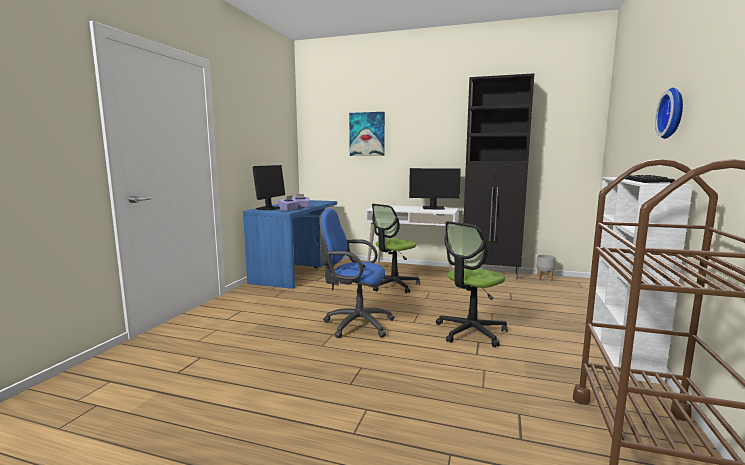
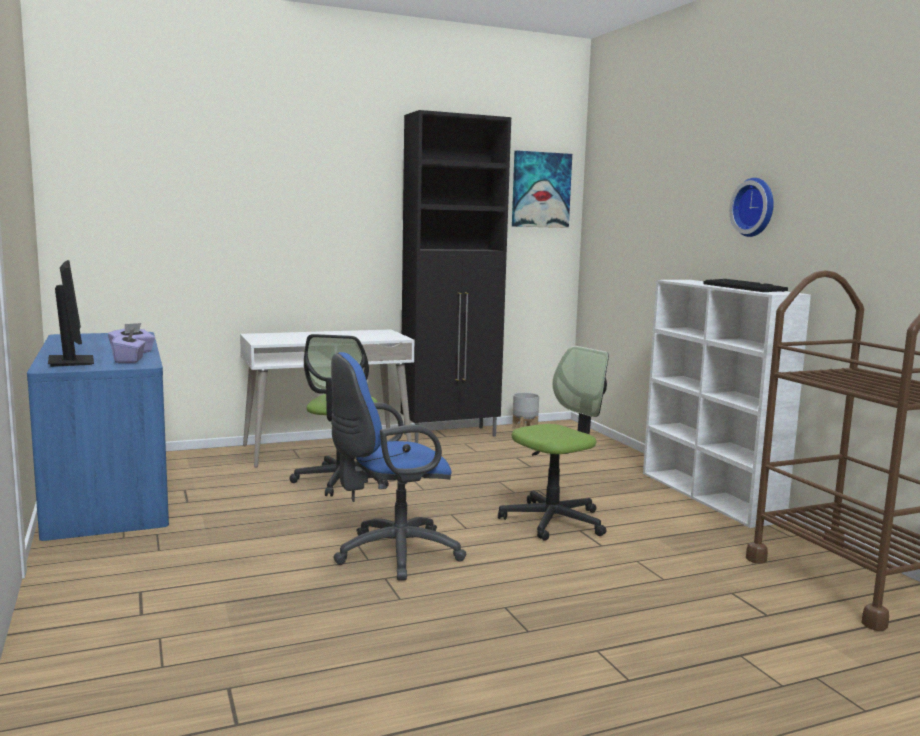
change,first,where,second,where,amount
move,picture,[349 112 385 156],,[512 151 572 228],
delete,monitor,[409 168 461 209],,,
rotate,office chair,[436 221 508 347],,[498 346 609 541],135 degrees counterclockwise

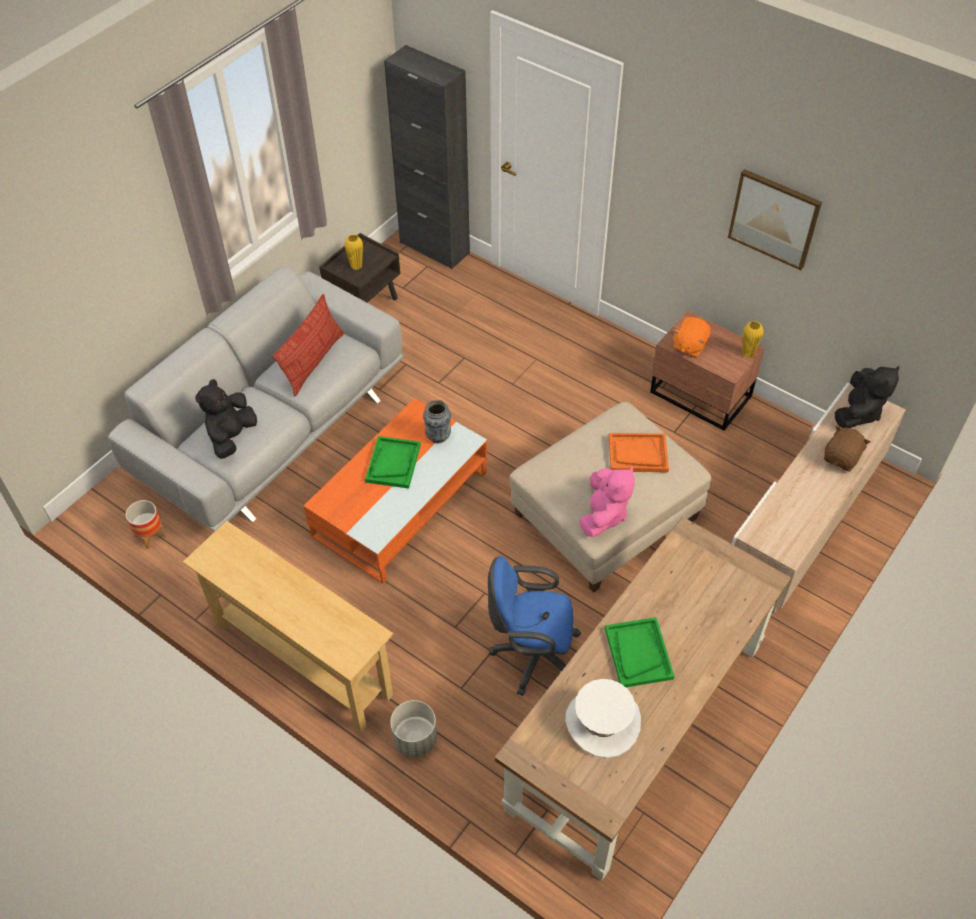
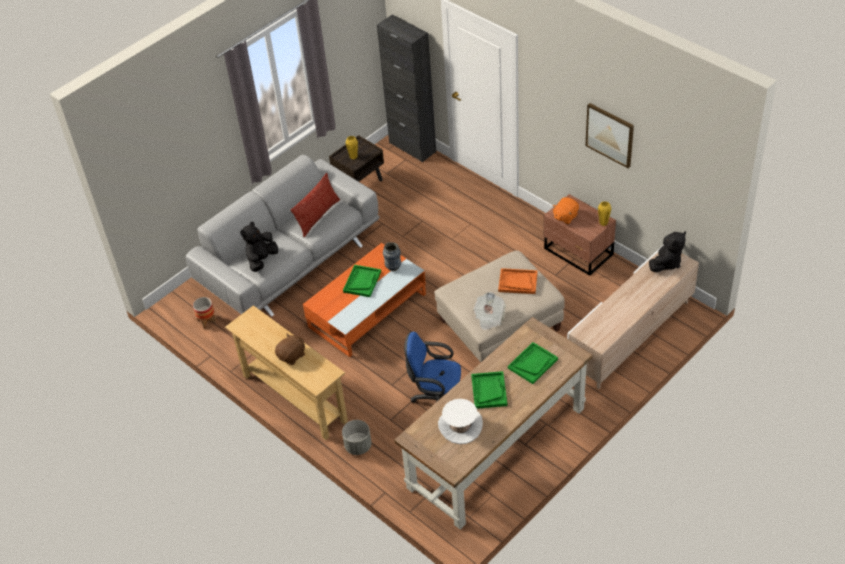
change,first,where,second,where,amount
move,plush toy in brown,[824 425 871 472],,[275 334 305 365],
replace,plush toy in pink,[579 466 635 537],newspaper,[473 292 506 330],
insert,,,tray in green,[508 342 558 384],

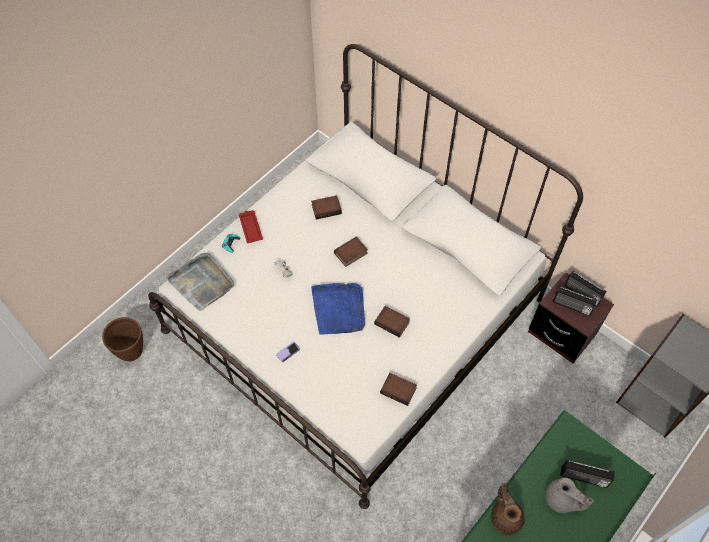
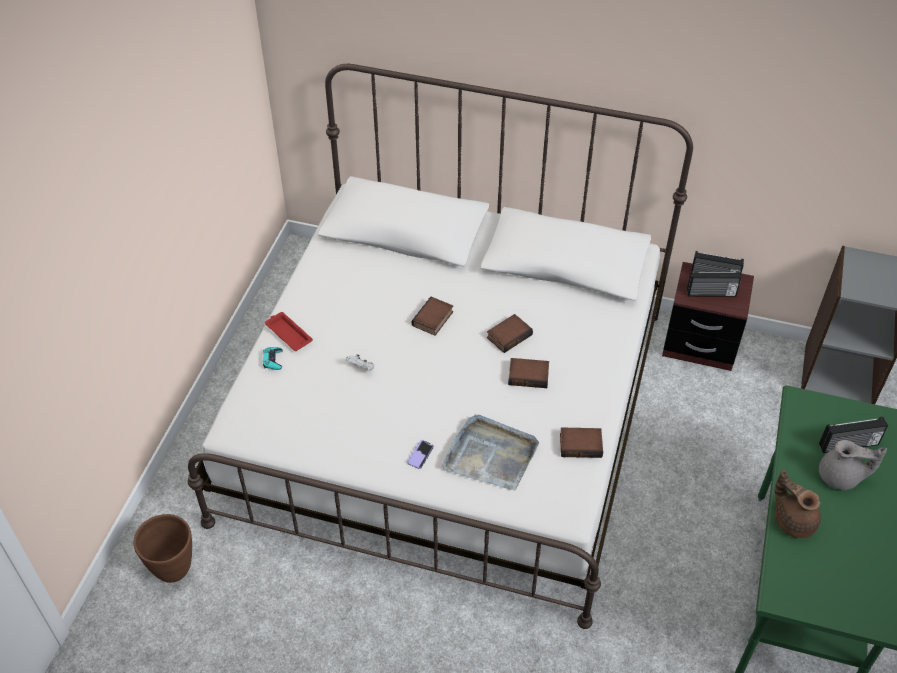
change,first,where,second,where,amount
move,book,[311 195 342 220],,[487 314 533 353],
move,tray in grey,[165 252 234 311],,[442 414 539 491],
delete,tray in blue,[311 283 365 335],,,

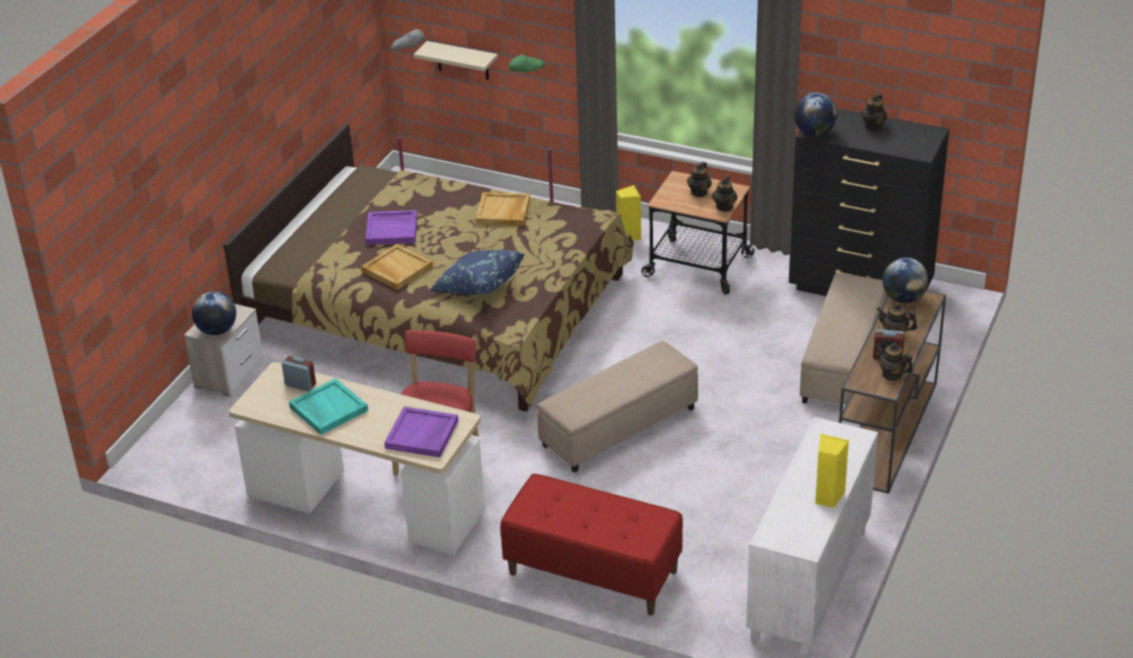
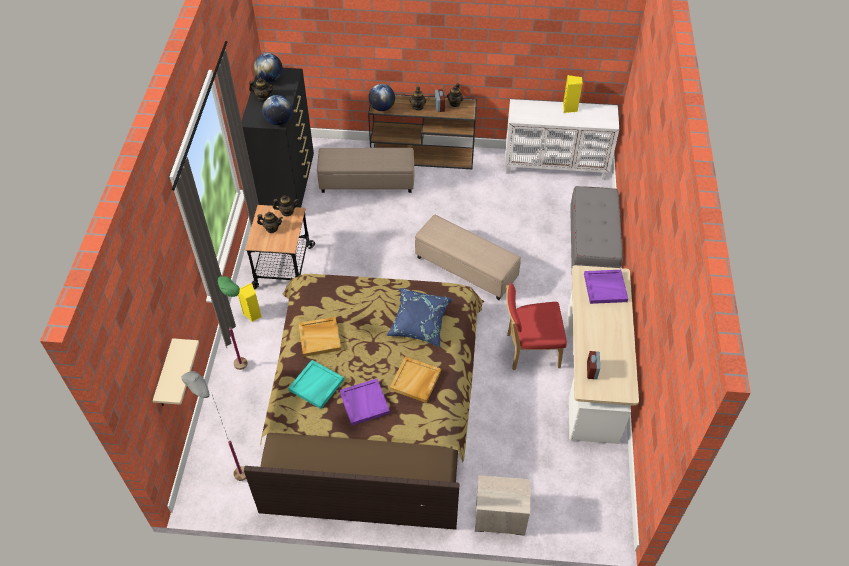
change,first,where,second,where,amount
move,globe,[192 291 236 335],,[254 53 283 82],
move,tray in turquoise,[289 378 368 435],,[288 360 344 409],
recolor,bench in red,[500 474 683 615],bench in grey,[570 186 623 268],

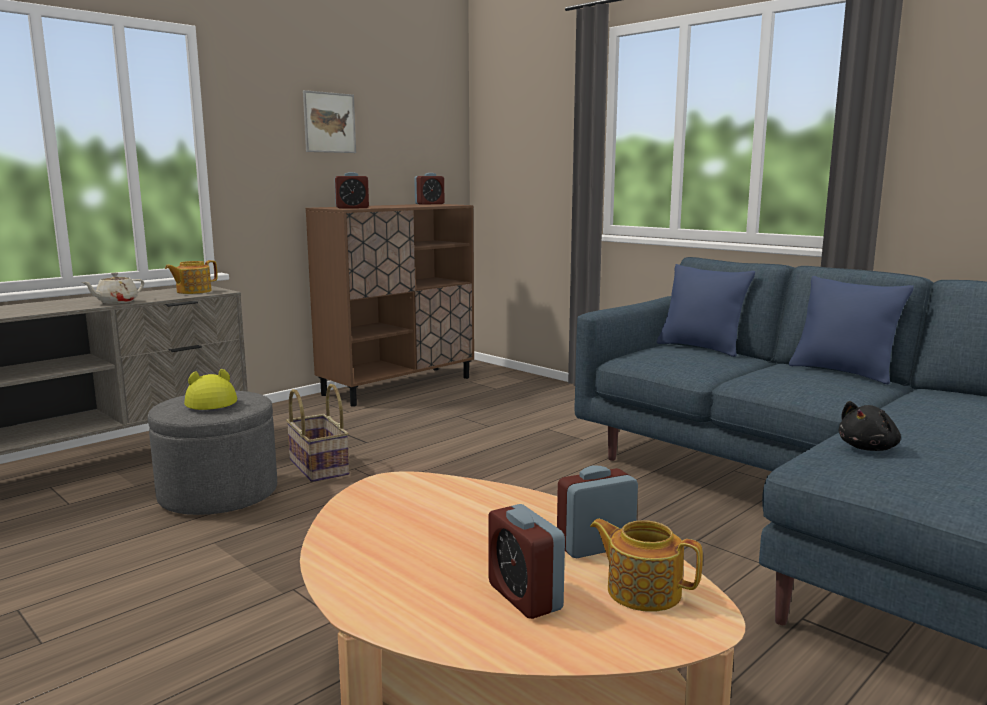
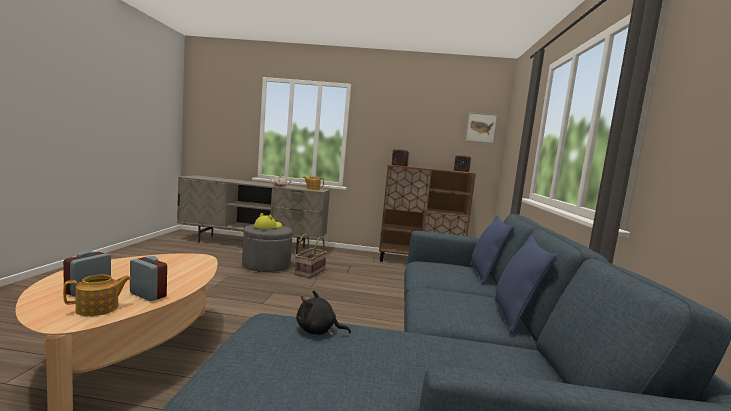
change,first,where,second,where,amount
move,picture,[303 90 356 153],,[465 112 498 144],
rotate,teapot,[590 519 703 612],,[63 275 132 316],60 degrees clockwise

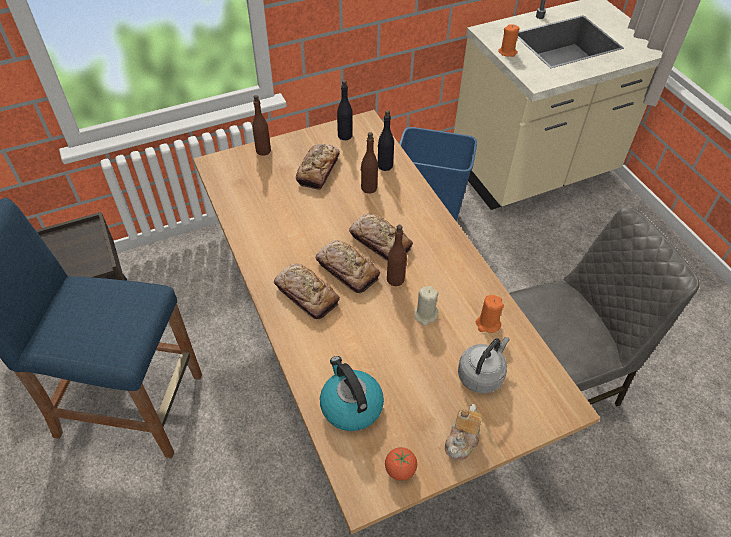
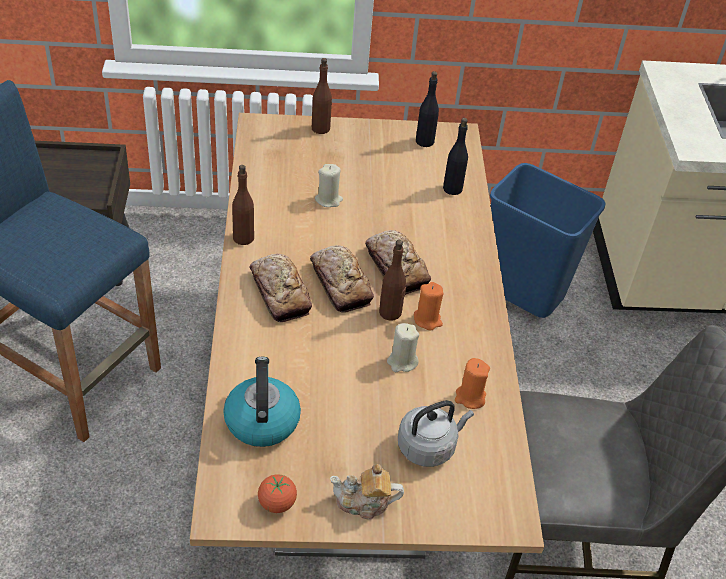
change,first,where,second,where,amount
move,candle in orange,[498 24 520 57],,[414 282 444 331],
move,bottle in brown,[361 132 378 194],,[232 165 254 245],
delete,bread,[296 144 340 190],,,
rotate,teapot,[445 404 482 460],,[330 464 404 520],45 degrees clockwise
insert,,,candle in beige,[315 164 343 207],

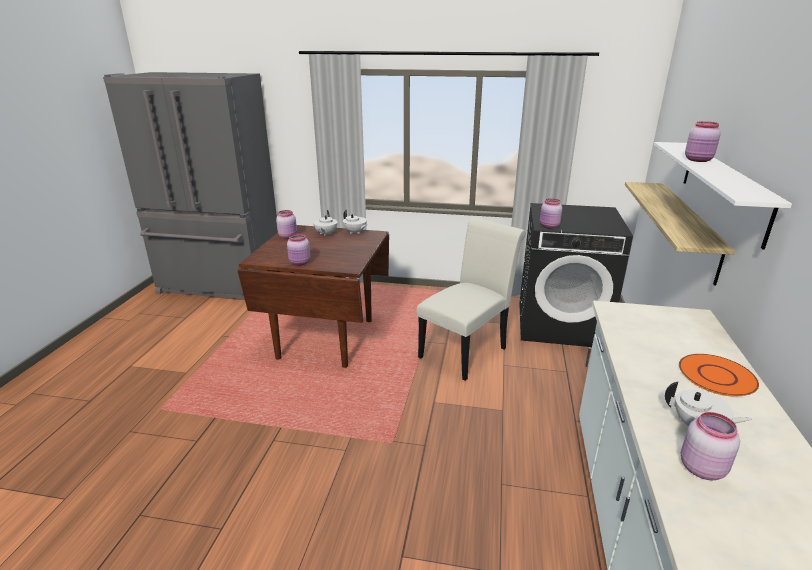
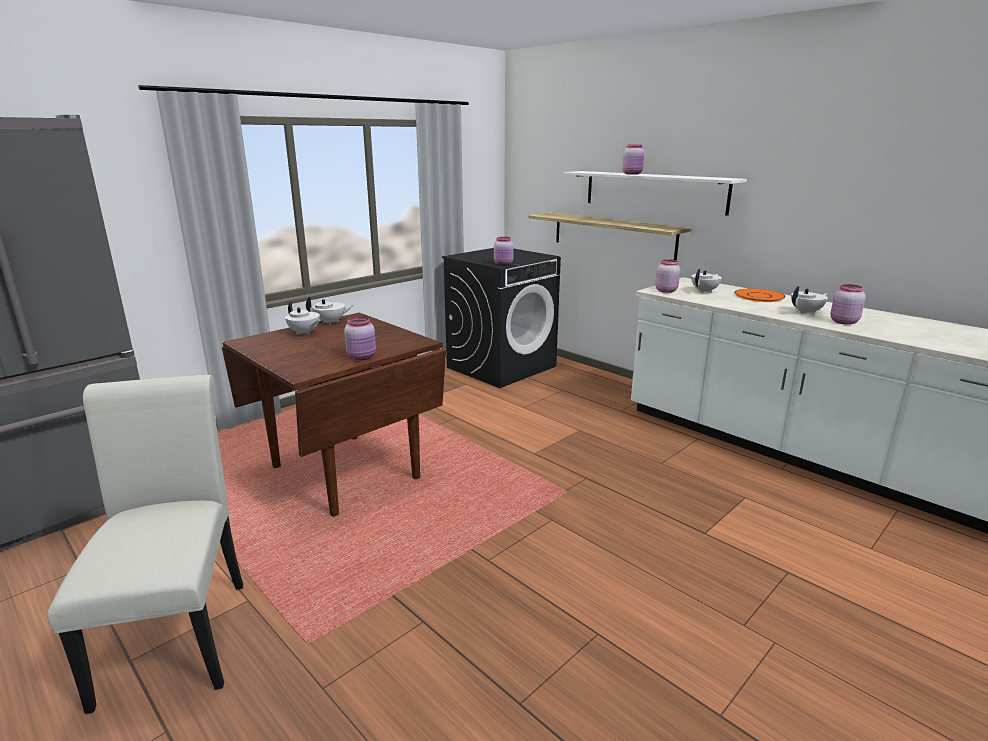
change,first,where,second,where,amount
move,jar in pink,[276 210 297 239],,[655 259 680 293],
move,chair in white,[416 217 526 381],,[47 375 243 714],
insert,,,teapot in white,[691 268 722 293],

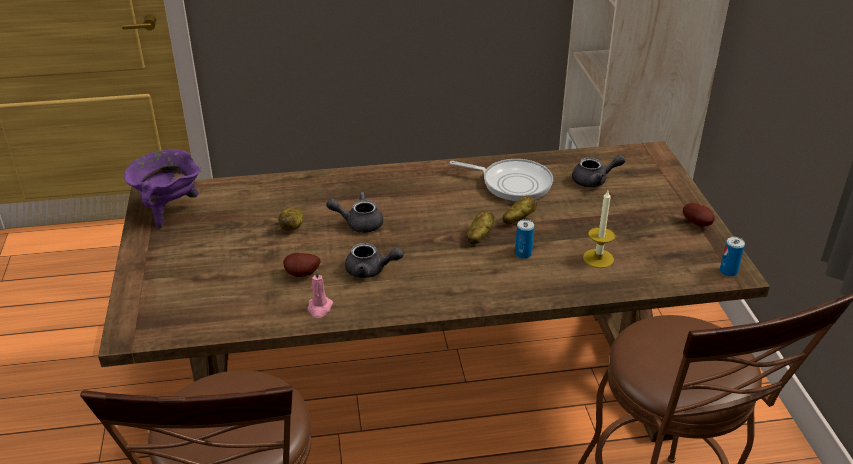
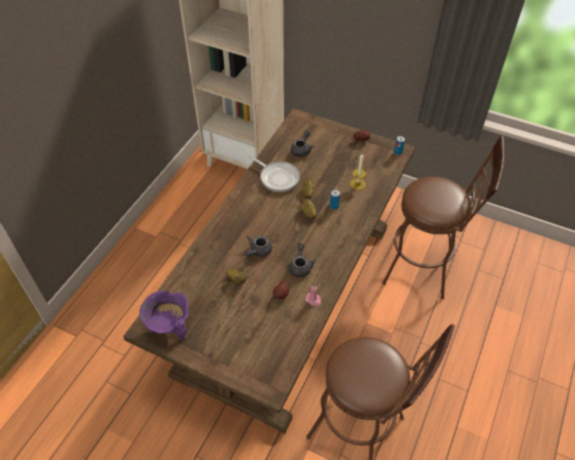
change,first,where,second,where,amount
rotate,frying pan,[450 159 553 201],,[249 155 300 192],75 degrees clockwise
rotate,teapot in grey,[345 243 404 278],,[289 243 317 277],45 degrees counterclockwise

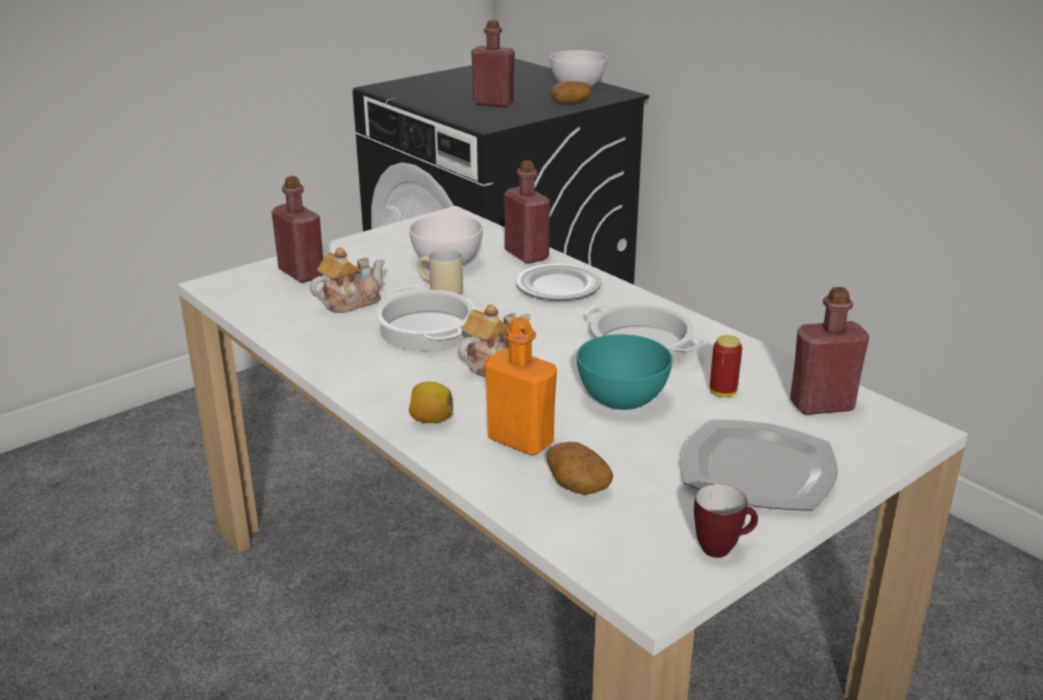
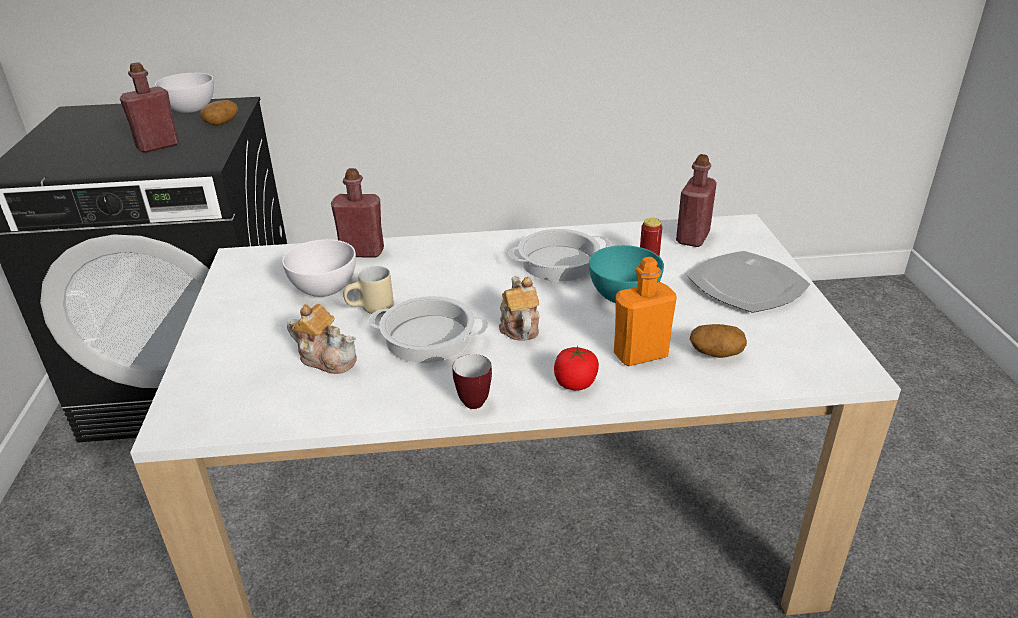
change,first,where,second,where,amount
delete,bottle in red,[272 176 323 283],,,
rotate,teapot,[310 247 385 313],,[287 304 357 374],120 degrees clockwise
delete,plate,[516 264 602 300],,,
replace,lemon,[409 382 453 423],tomato,[554 346 599 391],
move,mug,[694 484 758 558],,[452 354 492 409],

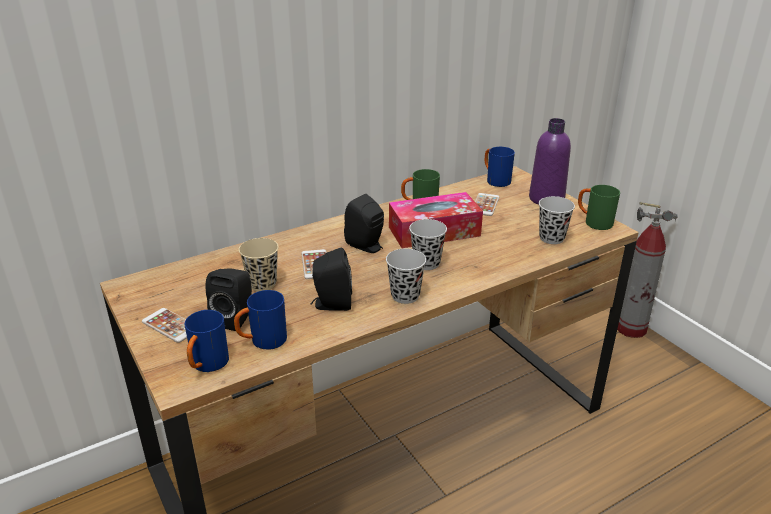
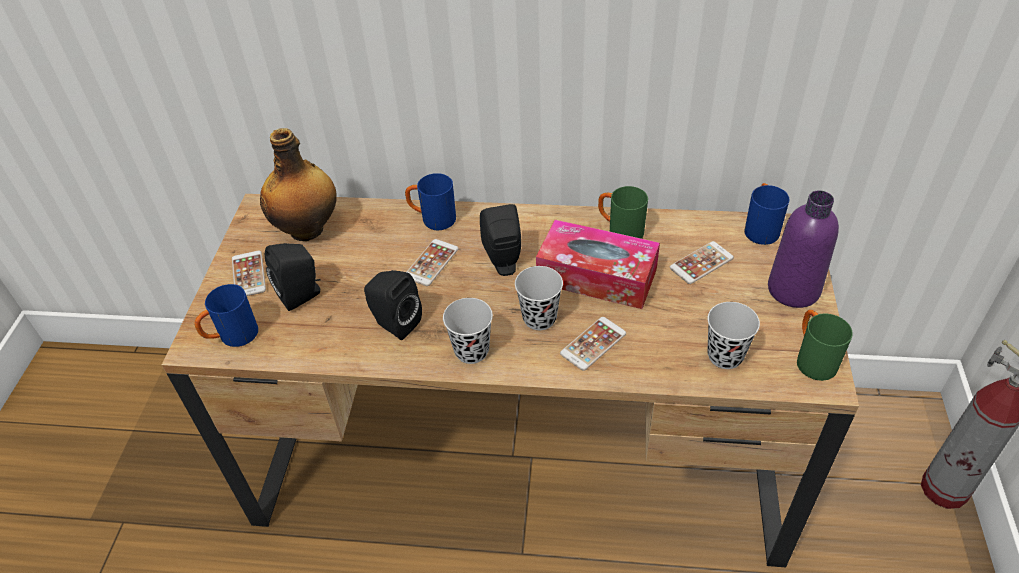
change,first,where,second,where,amount
delete,cup in beige,[239 238 279 291],,,
move,mug in blue,[234 290 287 349],,[405 173 456 230],
insert,,,bottle,[260 128 336 241],
insert,,,phone,[560 317 626 371],

